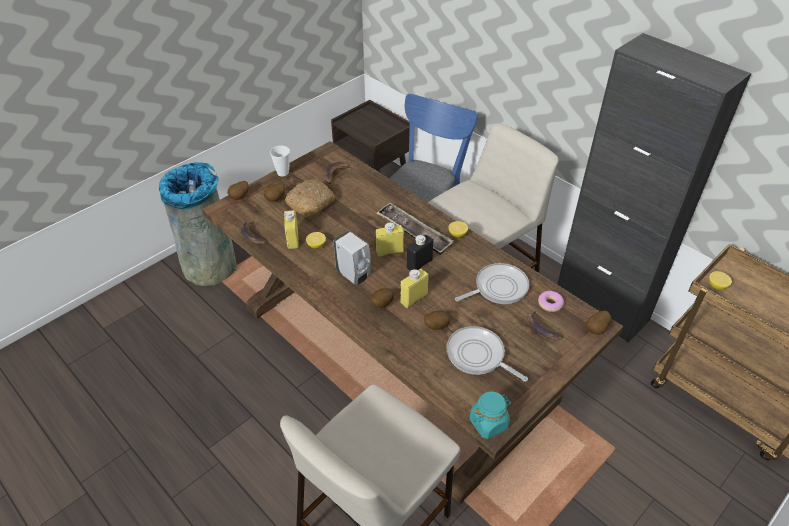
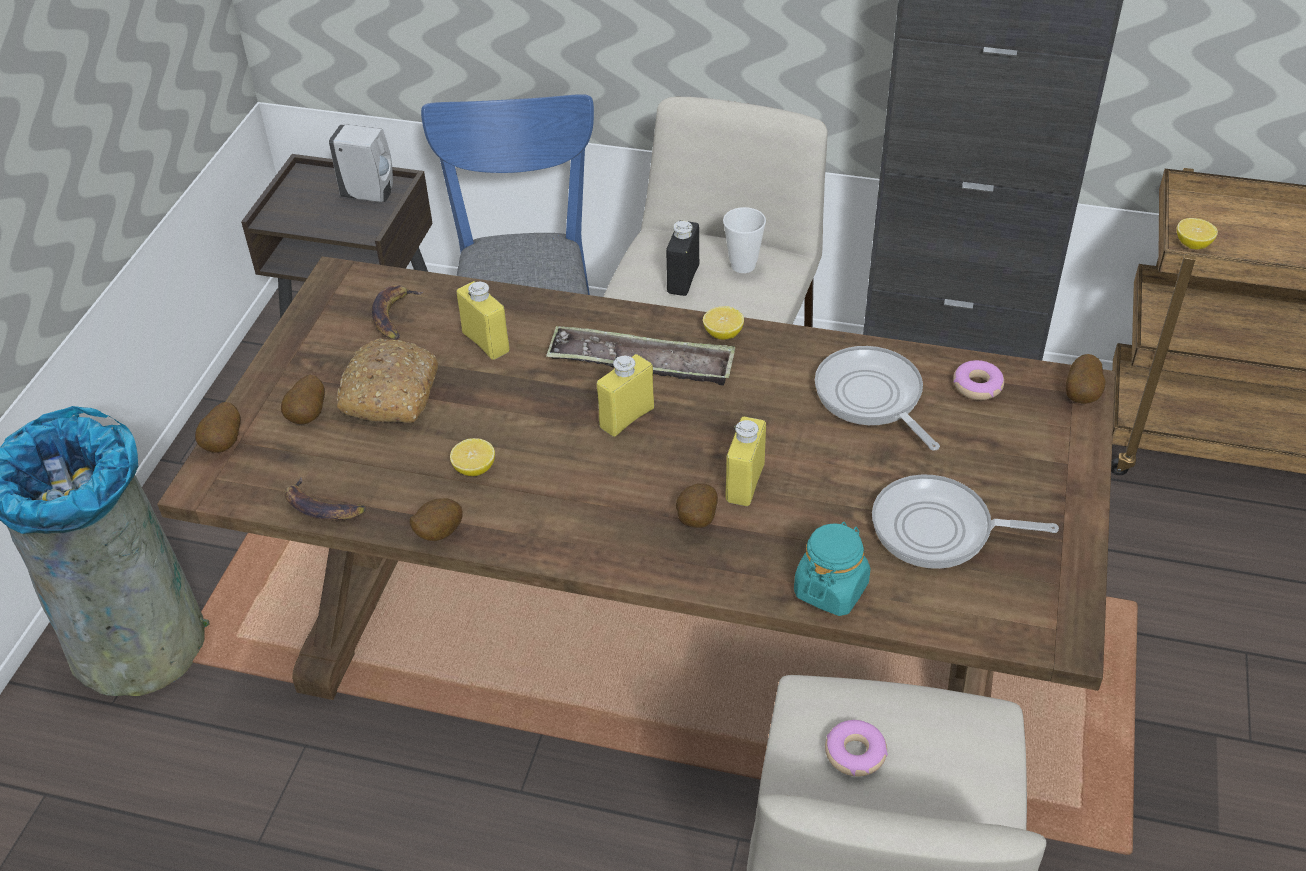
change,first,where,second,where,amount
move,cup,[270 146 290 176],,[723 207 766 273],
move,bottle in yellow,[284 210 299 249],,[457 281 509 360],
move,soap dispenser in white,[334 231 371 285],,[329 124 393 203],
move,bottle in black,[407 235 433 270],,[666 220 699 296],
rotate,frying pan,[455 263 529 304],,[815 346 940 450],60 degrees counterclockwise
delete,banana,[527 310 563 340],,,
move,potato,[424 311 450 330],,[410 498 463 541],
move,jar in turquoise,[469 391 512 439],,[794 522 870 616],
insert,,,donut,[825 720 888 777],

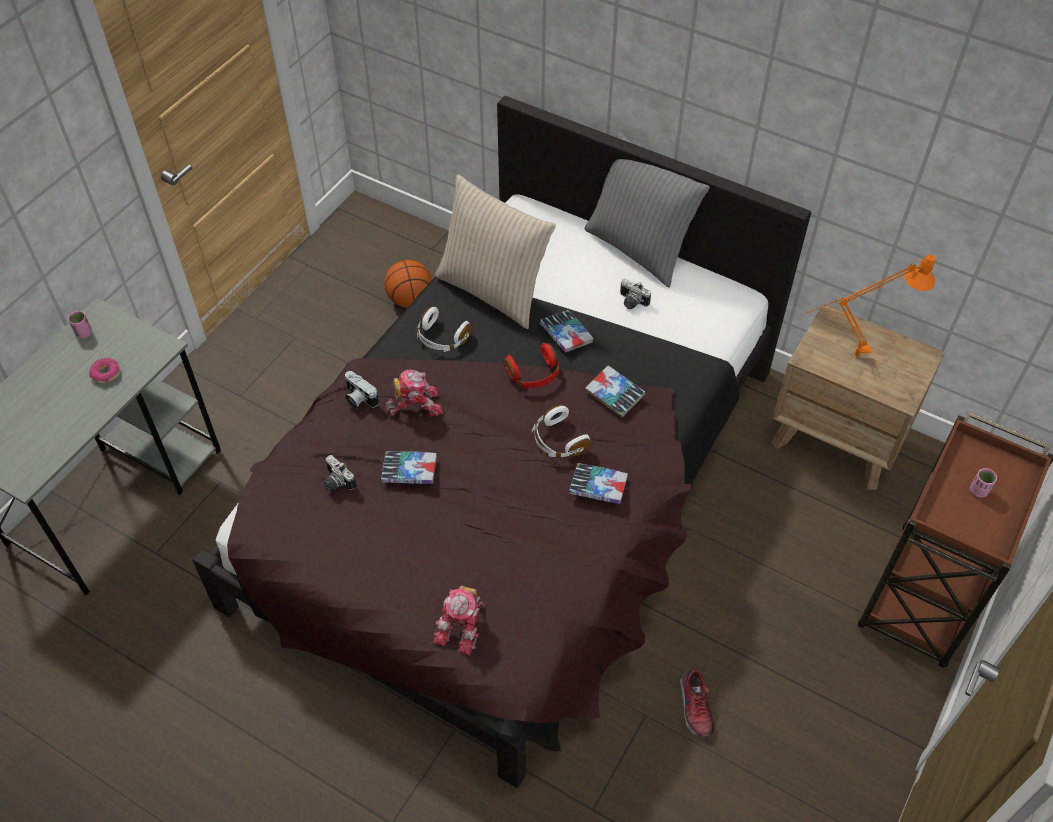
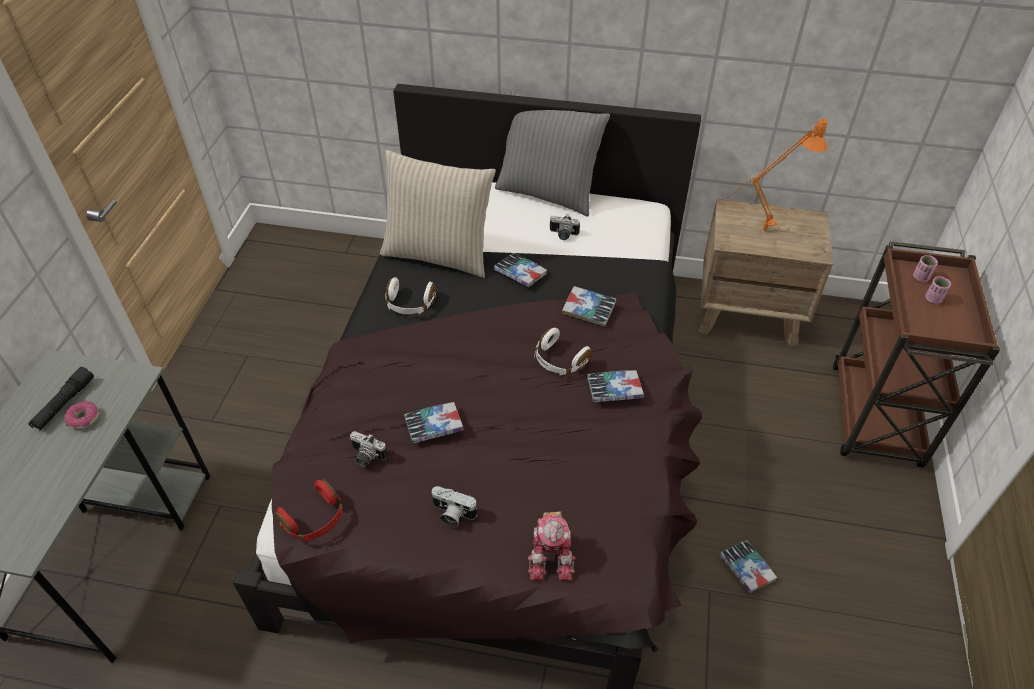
change,first,where,second,where,amount
delete,basketball,[384 260 432 308],,,
move,cup in pink,[68 311 92 338],,[913 255 938 282],
move,headphones in red,[504 343 559 389],,[275 479 343 542],
delete,toy robot,[386 370 443 417],,,
move,photo camera,[345 371 379 409],,[431 486 477 527],
replace,shoe,[680 668 714 737],book,[720 540 777 593],
insert,,,flashlight in black,[28 367 94 431],

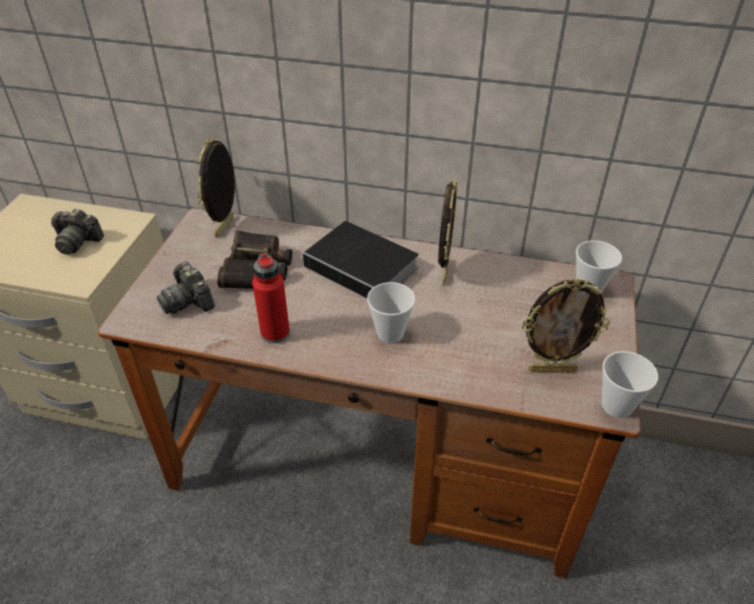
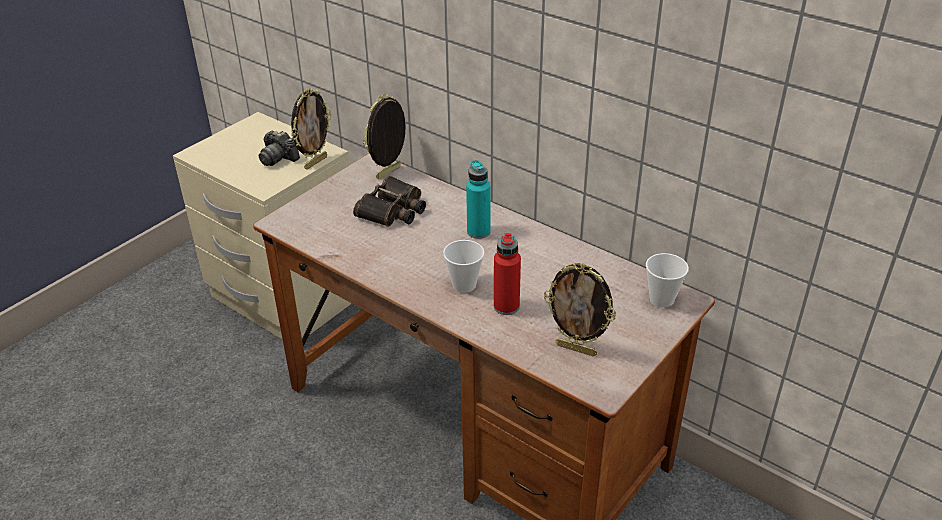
change,first,where,second,where,amount
move,picture frame,[438 179 457 285],,[291 88 331 169],
replace,book,[303 221 419 298],bottle in turquoise,[466 160 491 239],
move,bottle in red,[252 253 290 343],,[494 233 521 315],
delete,photo camera,[157 262 215 314],,,
delete,cup,[602 351 658 418],,,

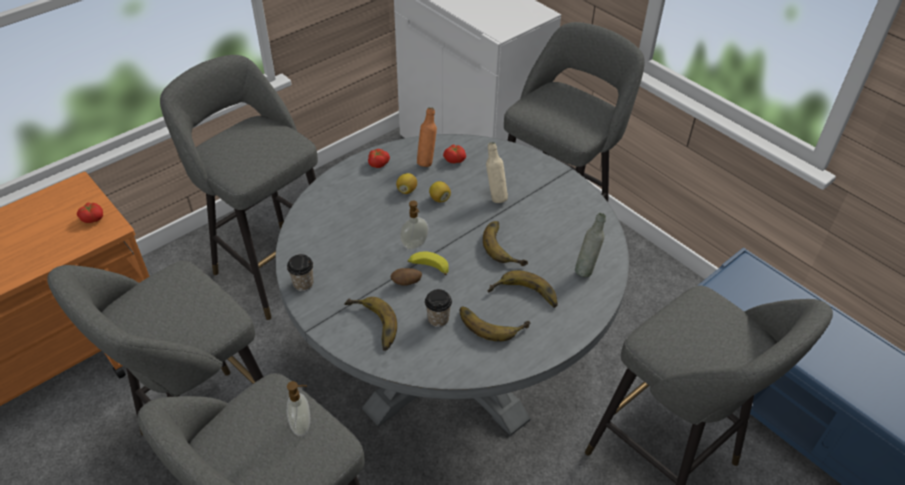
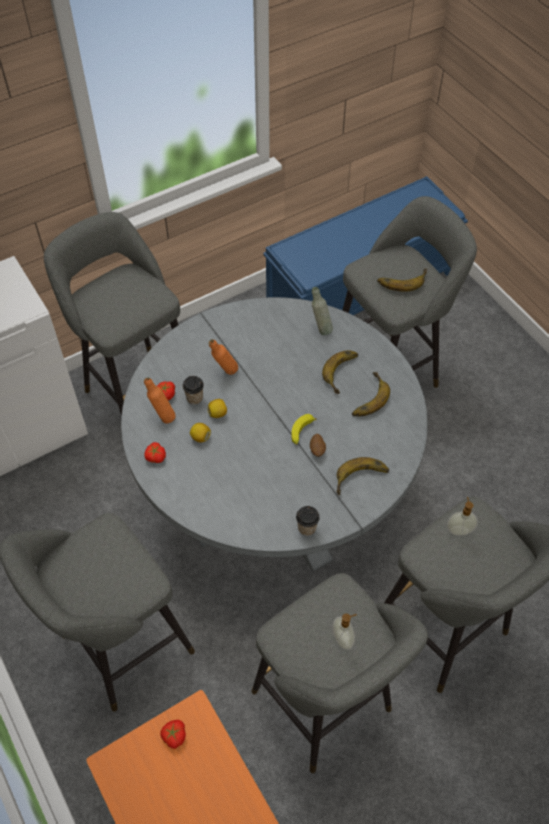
change,first,where,second,where,amount
recolor,bottle in beige,[486 142 508 203],bottle in orange,[209 339 238 375],
move,soap dispenser,[400 201 429 250],,[333 614 357 650],
move,banana,[483 221 528 266],,[377 268 427 292],
move,cup,[425 289 452 327],,[182 376 204 405],

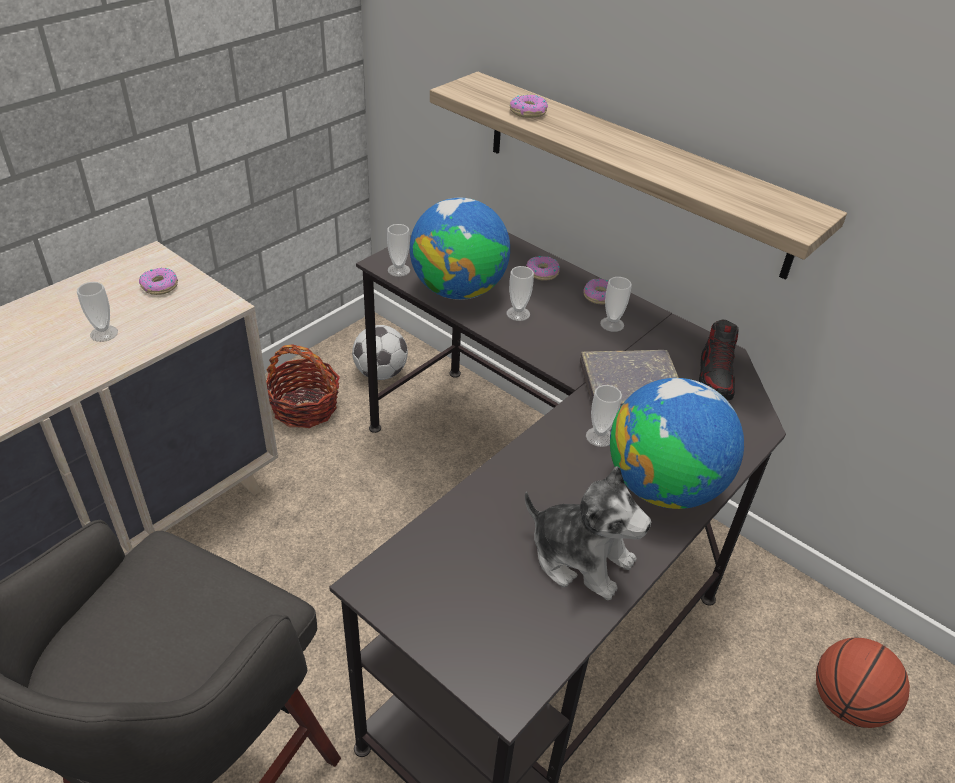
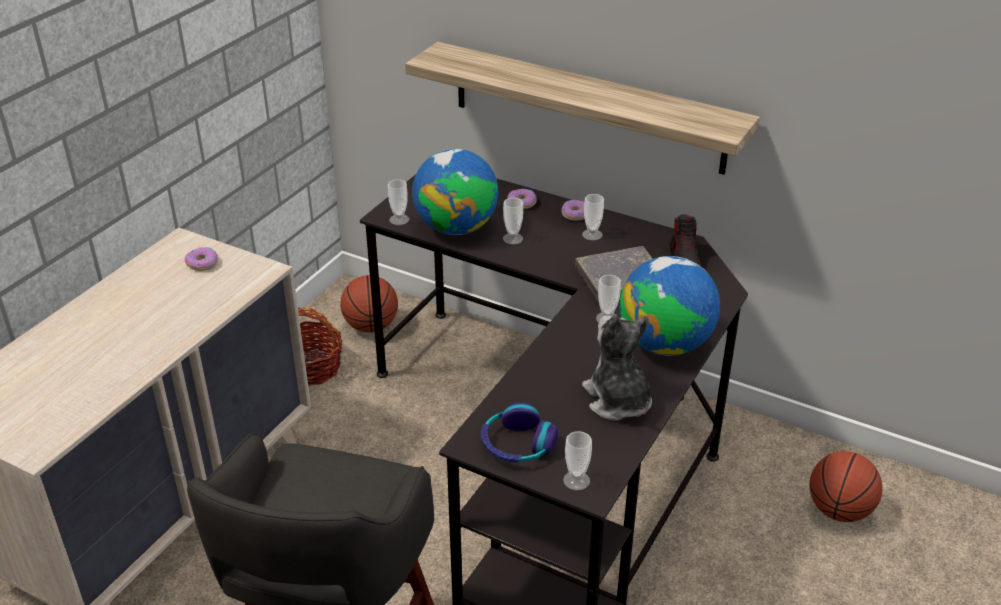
change,first,where,second,where,amount
delete,donut,[510 95 548 118],,,
move,cup,[77 282 118 342],,[563 431 592 490],
replace,football,[352 325 408 380],basketball,[340 275 398 332],
rotate,plush toy,[525 466 651 600],,[582 314 652 421],135 degrees counterclockwise
insert,,,headphones,[481 402 558 463],

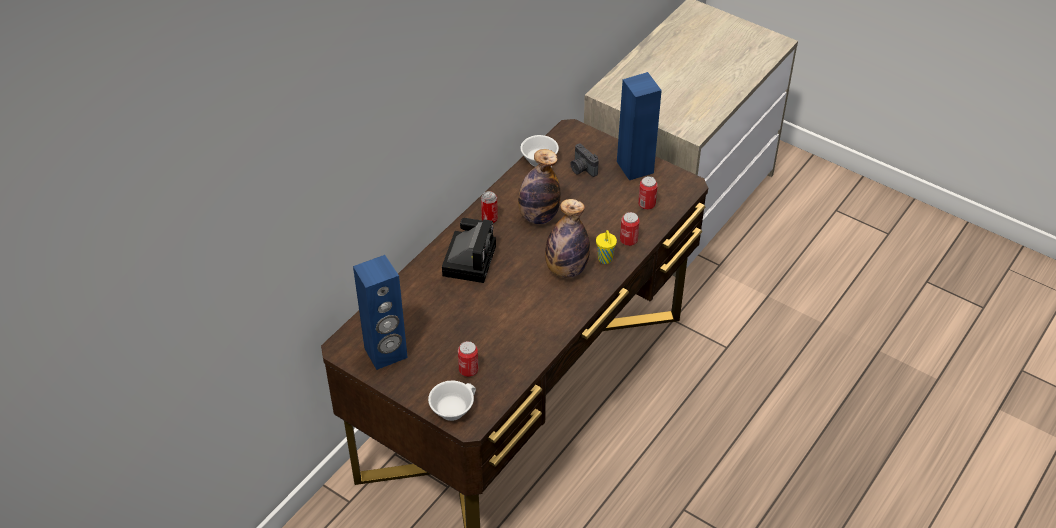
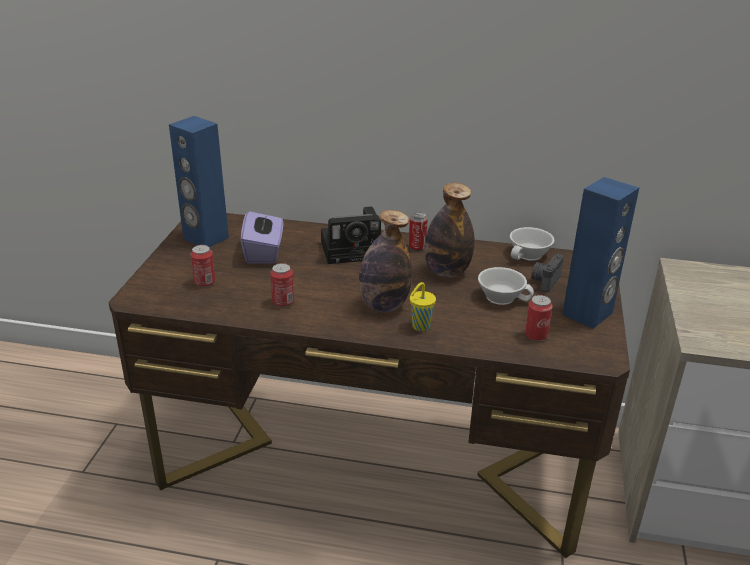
change,first,where,second,where,amount
move,can,[620 212 640 246],,[270 263 294 307],
move,cup in white,[428 381 476 421],,[478 267 534 305],
insert,,,tissue box in purple,[241 209 283 263],

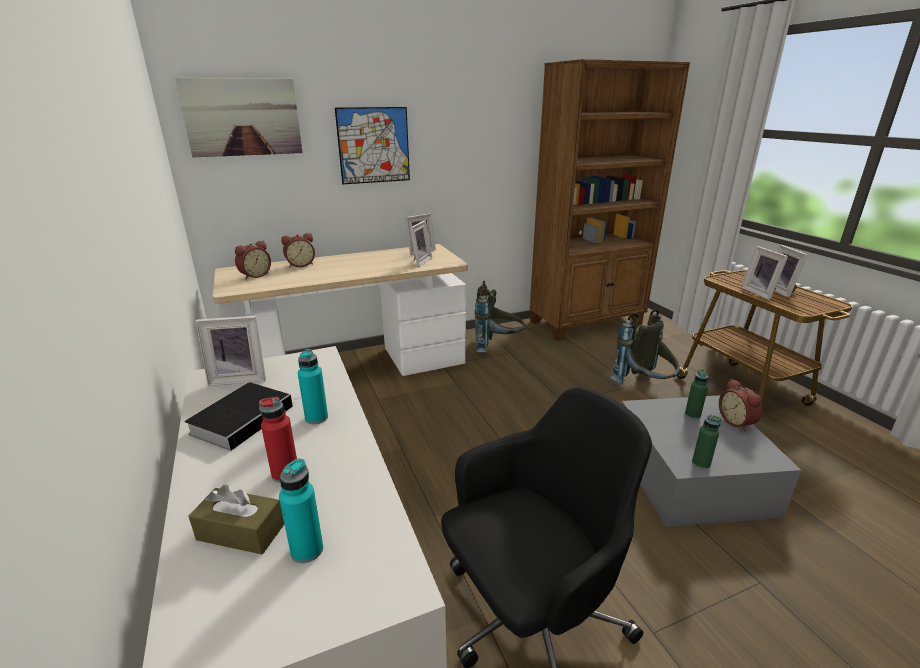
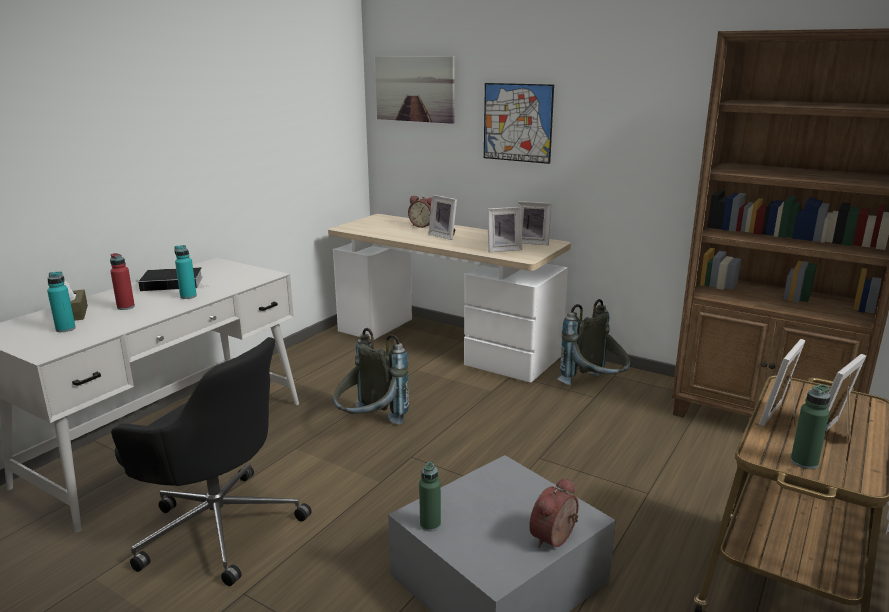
change,first,where,second,where,amount
delete,alarm clock,[235 241 271 280],,,
move,backpack in grey,[610 309 680 384],,[333 328 409 424],
move,picture frame,[196 316 266 386],,[428 195 457 240],
move,bottle in green,[685 369 708 419],,[791 385 830 469],

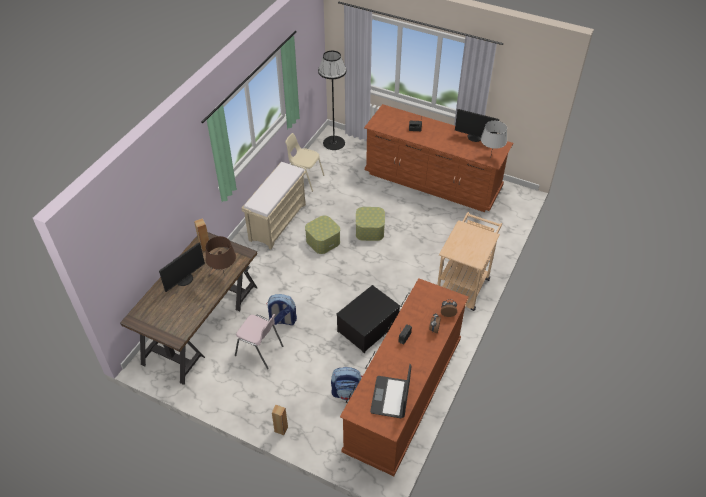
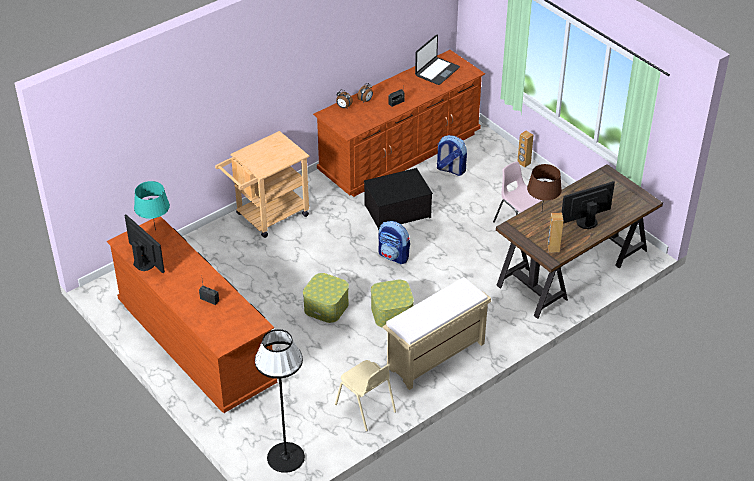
change,first,where,second,where,amount
recolor,table lamp in grey,[481 121 507 159],table lamp in turquoise,[134 181 170 231],
move,backpack,[266 294 297 325],,[378 221 410 264],

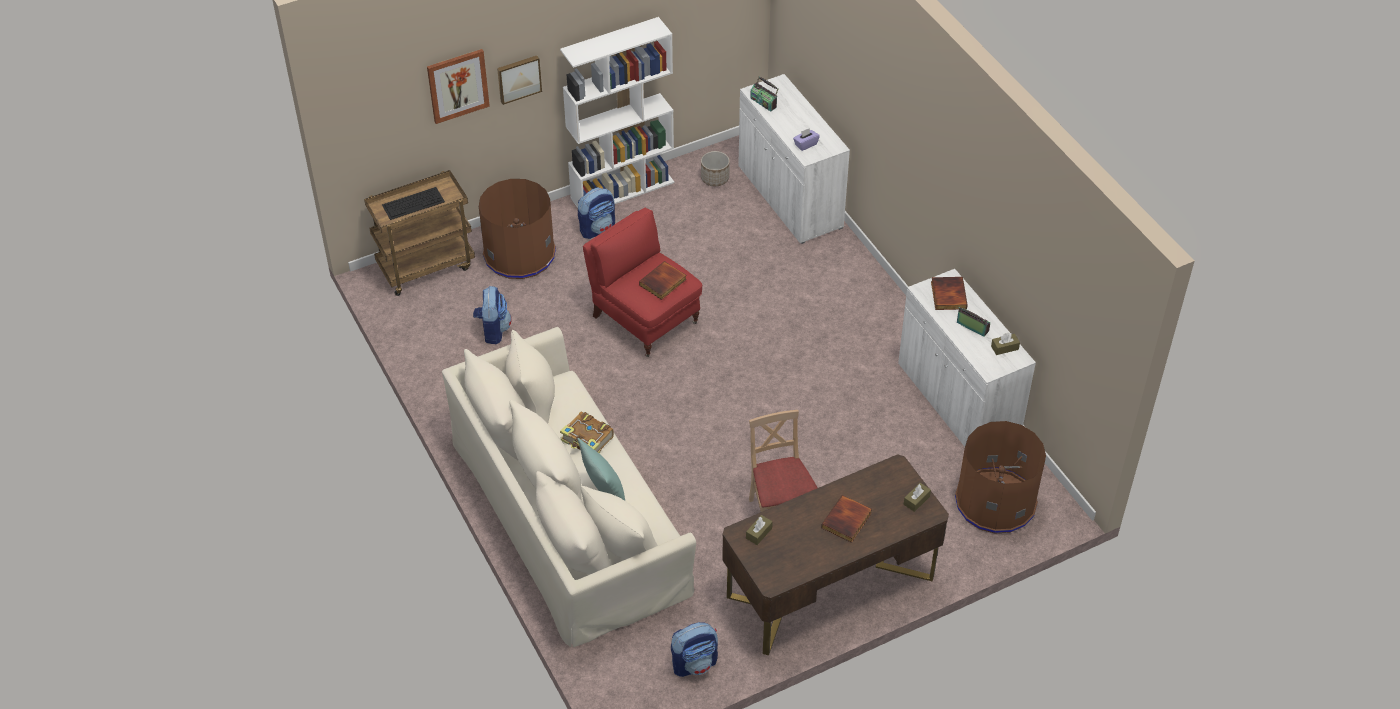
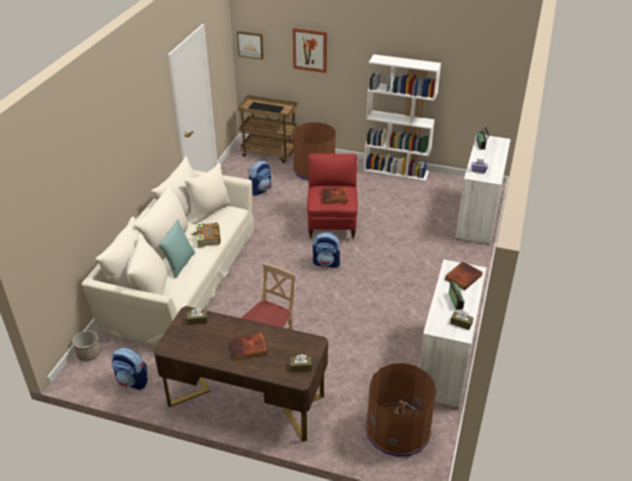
change,first,where,second,where,amount
move,picture,[497 56 542 105],,[237 31 263 60],
move,planter,[701 151 730 186],,[72 331 101 361],
move,backpack,[578 187 615 239],,[313 232 341 268],

